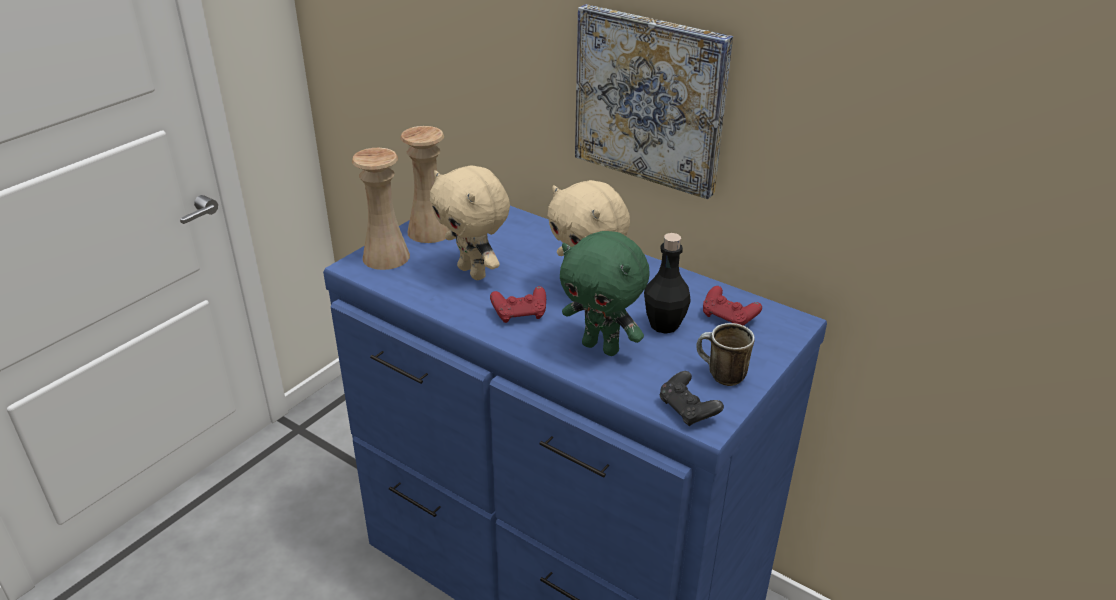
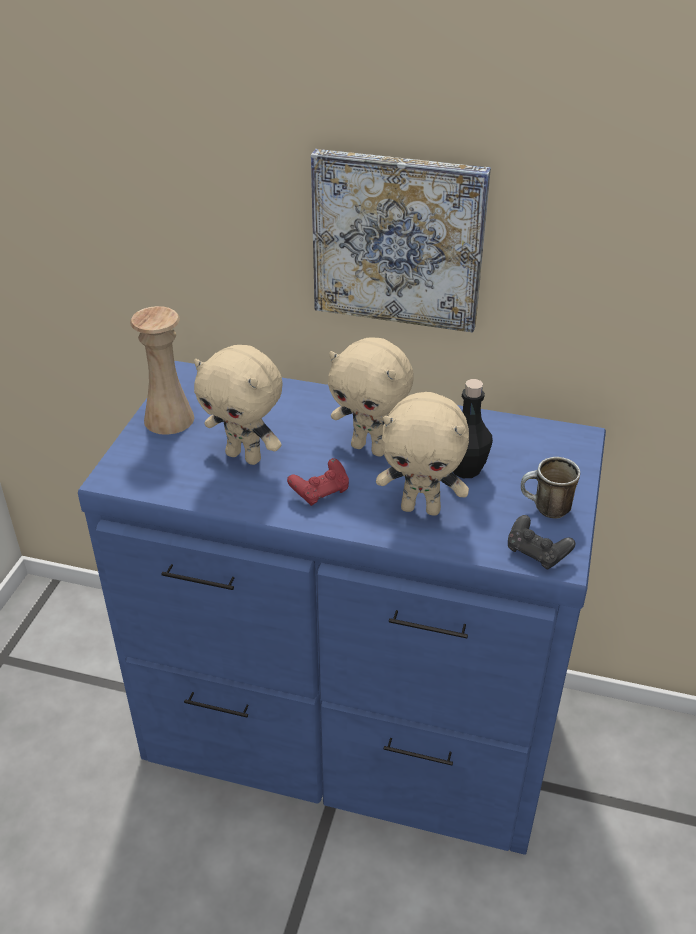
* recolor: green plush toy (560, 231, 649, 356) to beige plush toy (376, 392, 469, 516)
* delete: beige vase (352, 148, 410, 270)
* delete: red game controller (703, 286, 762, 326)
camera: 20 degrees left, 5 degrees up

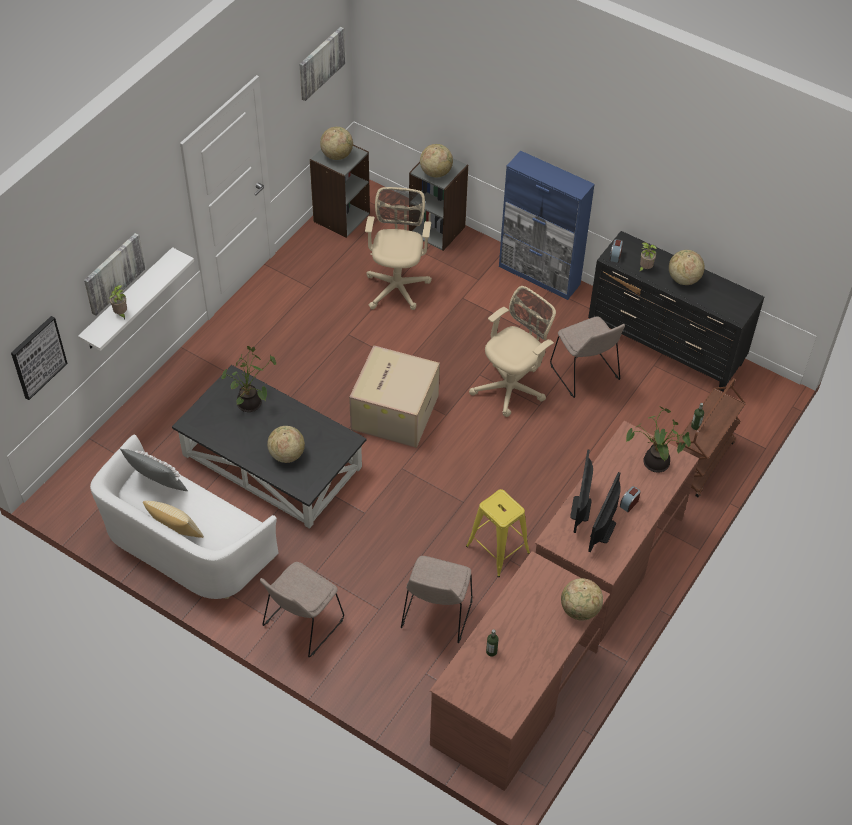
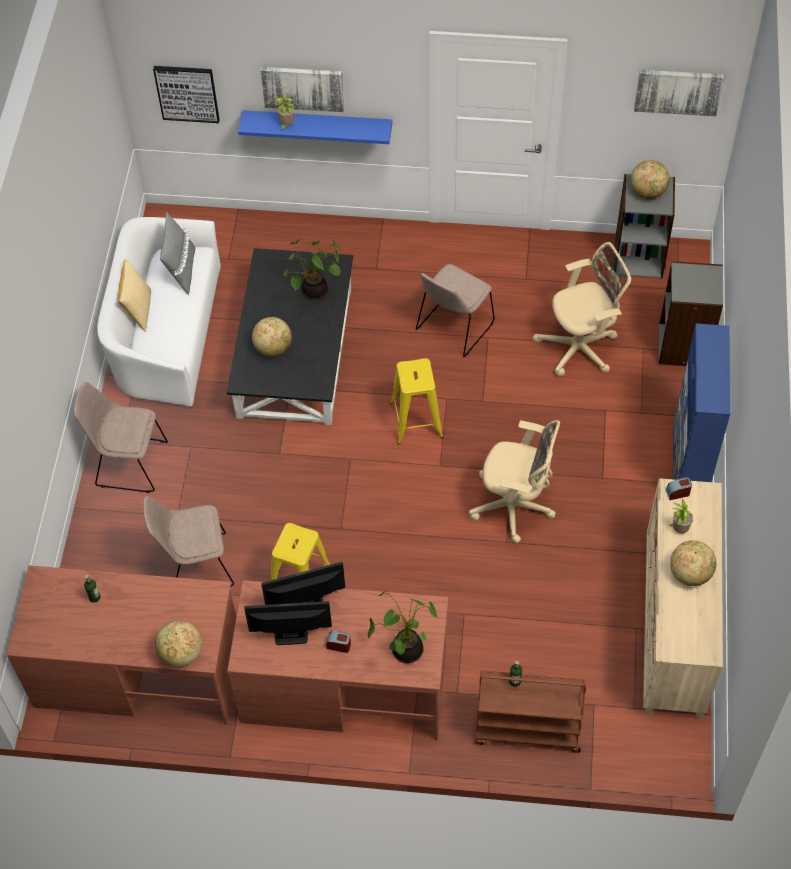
* recolor: white shelf (78, 247, 194, 351) to blue shelf (238, 110, 392, 144)
* replace: cardboard box (349, 345, 440, 448) to yellow stool (390, 358, 443, 444)
* move: beige chair (550, 316, 625, 398) to (416, 264, 495, 357)
* recolor: black dresser (588, 231, 764, 391) to beige dresser (643, 478, 723, 718)
* delete: globe (420, 144, 453, 178)
camera: 65 degrees right, 5 degrees up

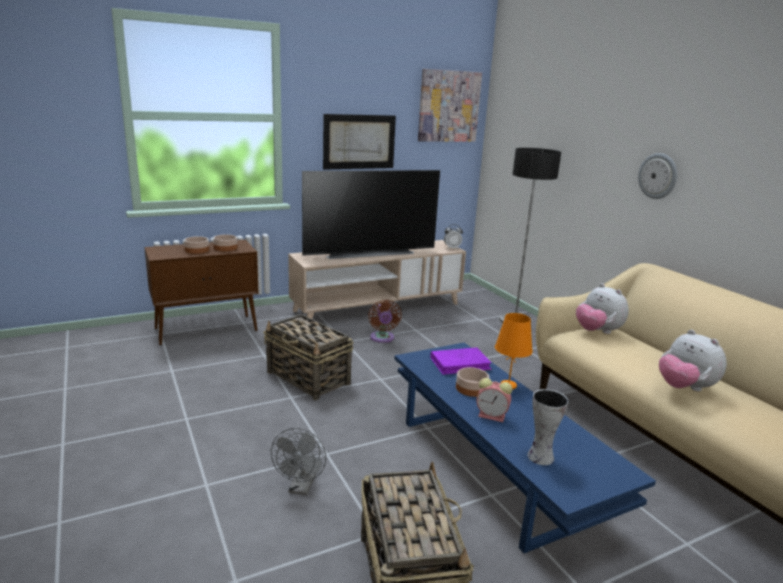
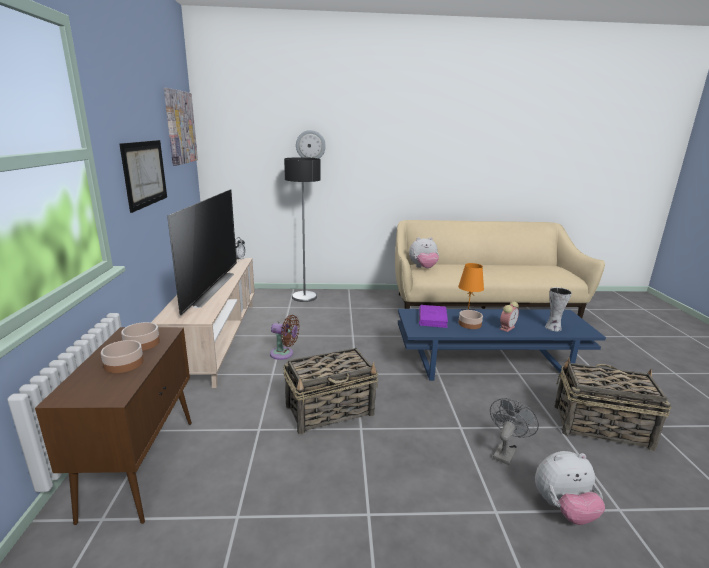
* move: wall clock (638, 153, 677, 199) to (296, 130, 326, 159)
* rotate: grey fan (271, 428, 326, 495) = (490, 398, 539, 465) 90 degrees counterclockwise
* move: plush toy (659, 330, 727, 391) to (535, 451, 605, 525)
camera: 65 degrees left, 0 degrees up

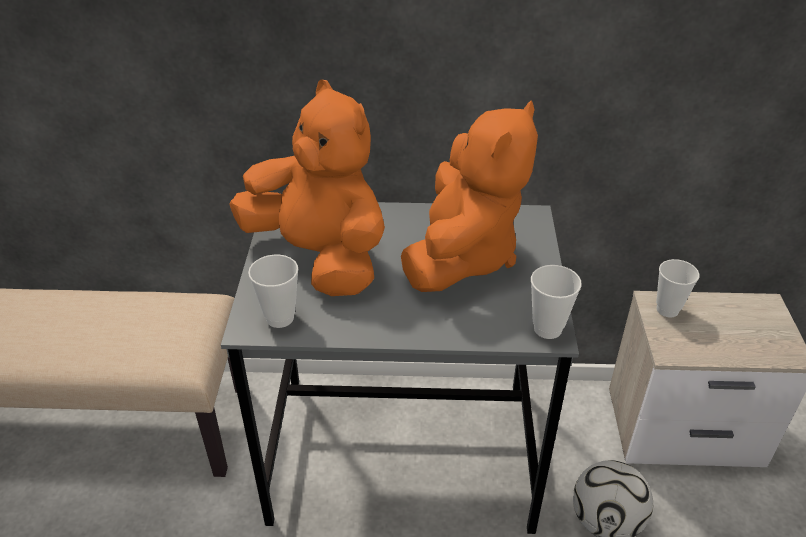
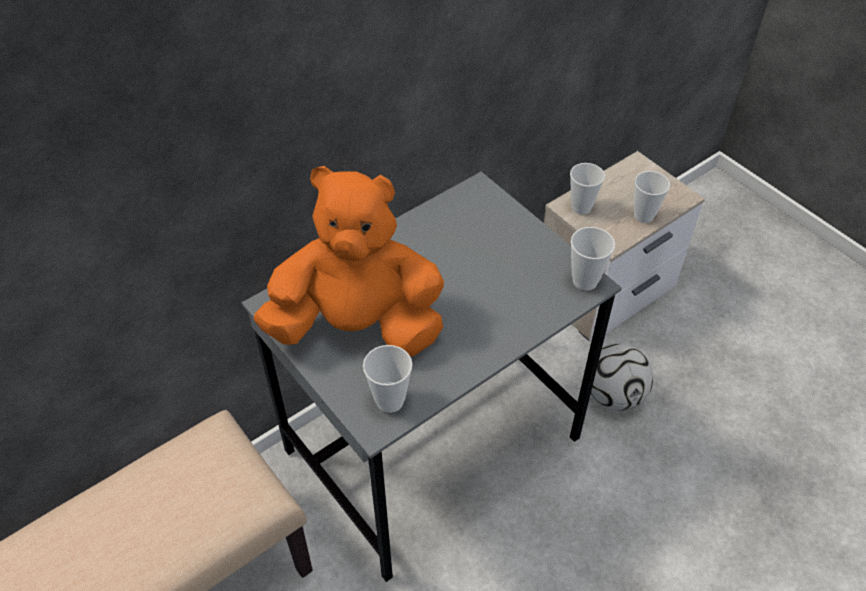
* insert: cup (634, 171, 670, 223)
* delete: orange plush toy (401, 101, 538, 292)
camera: 40 degrees left, 10 degrees up

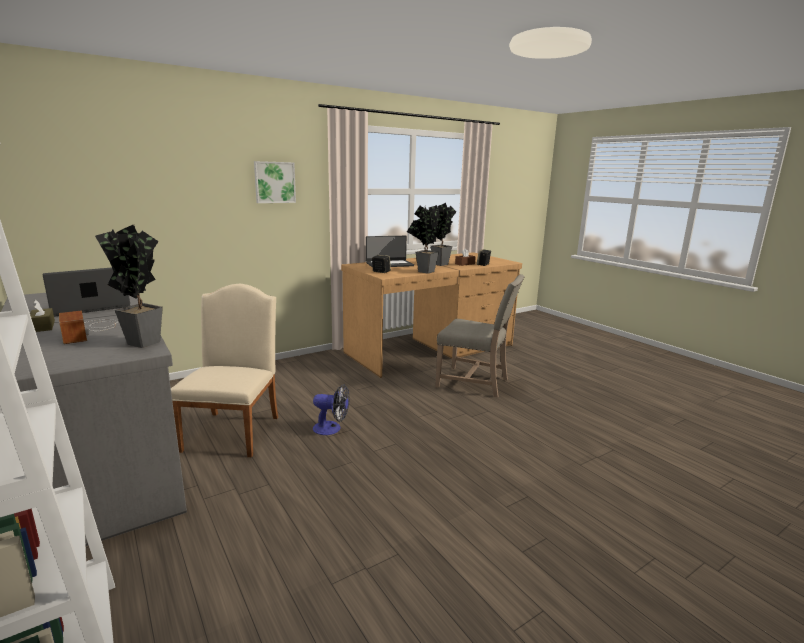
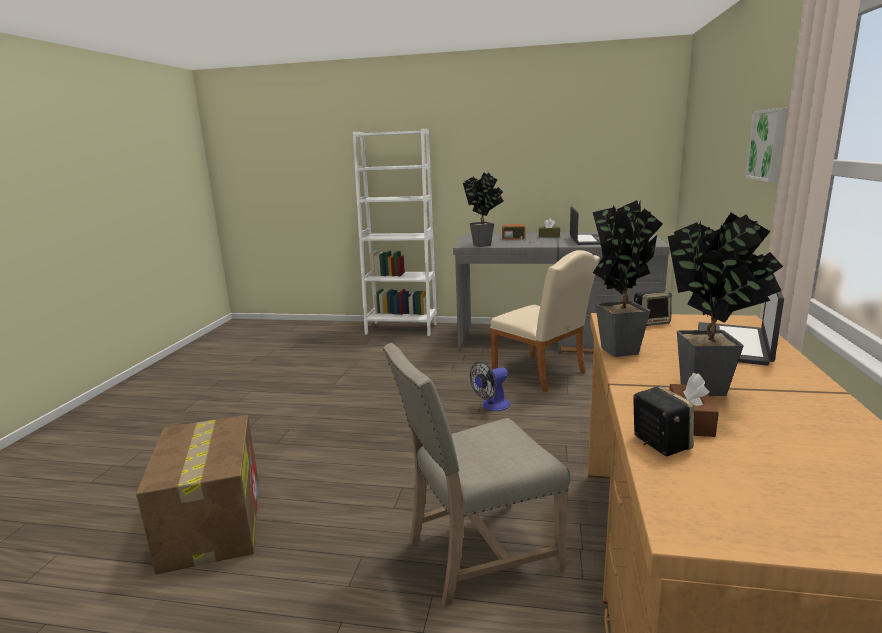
* insert: cardboard box (136, 415, 259, 574)
camera: 135 degrees right, 0 degrees up

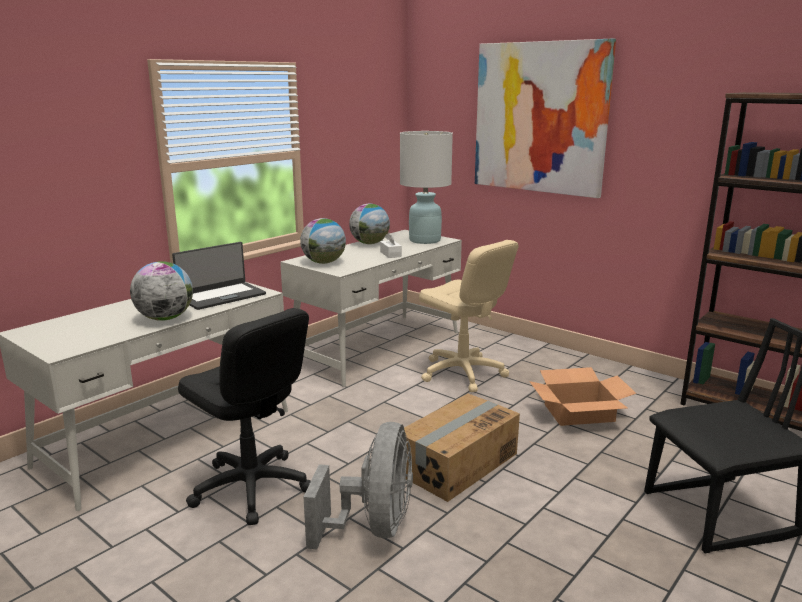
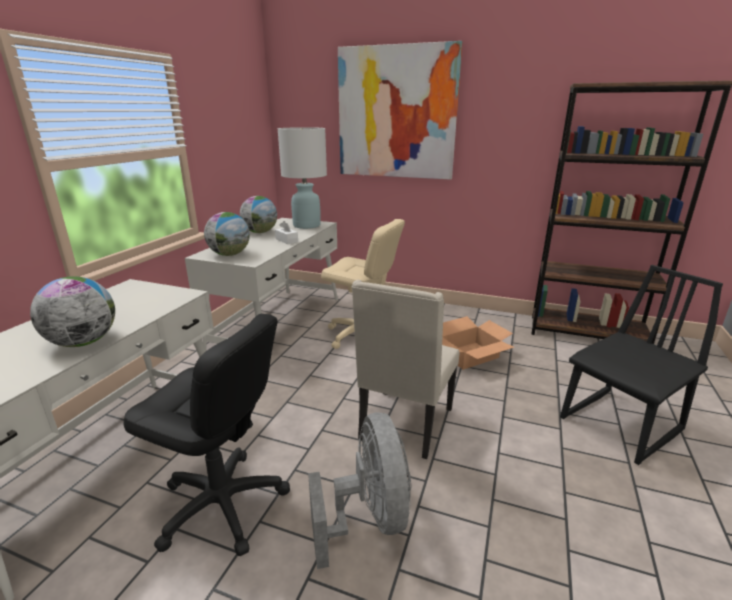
* replace: cardboard box (404, 394, 520, 502) to beige chair (352, 280, 459, 459)
* delete: laptop (172, 242, 266, 310)
camera: 20 degrees left, 5 degrees up

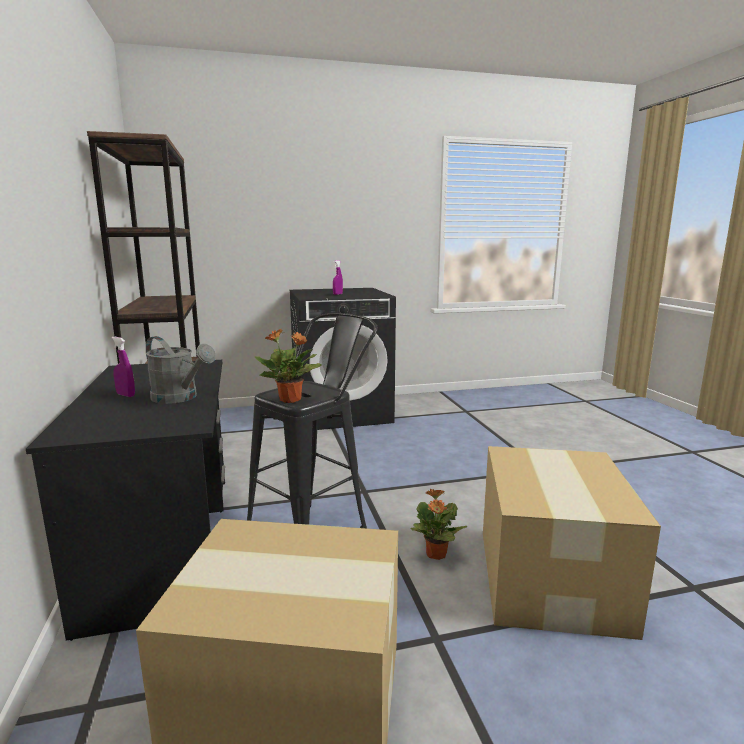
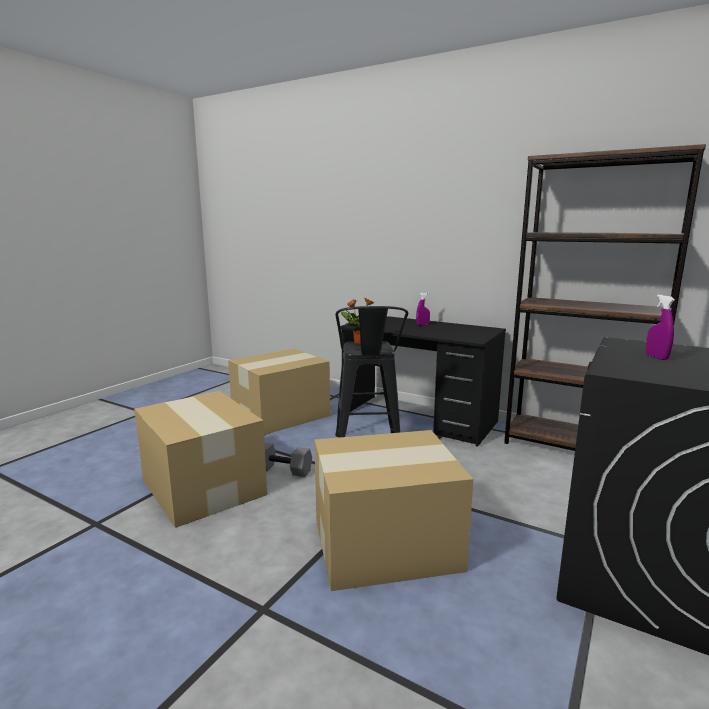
* replace: potted plant (410, 488, 467, 560) to grey dumbbell (265, 443, 312, 477)
* insert: cardboard box (315, 430, 473, 591)
* delete: grey watering can (146, 336, 216, 404)
camera: 135 degrees right, 0 degrees up

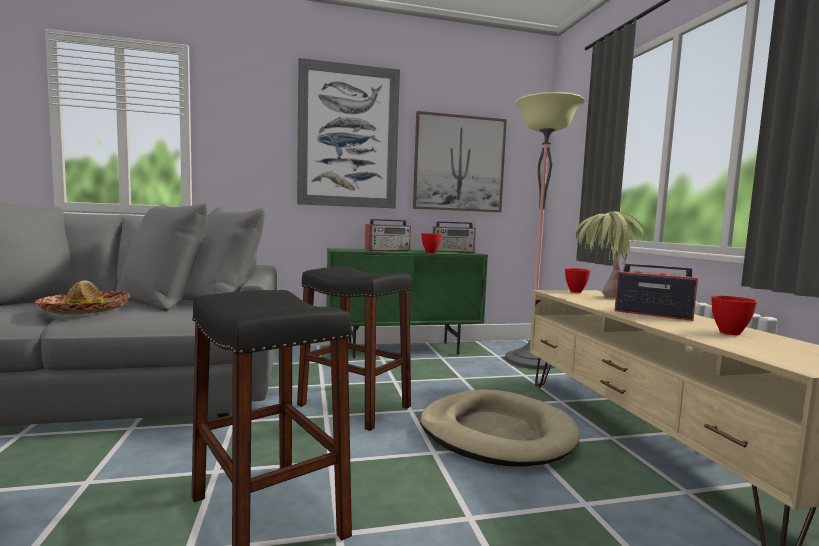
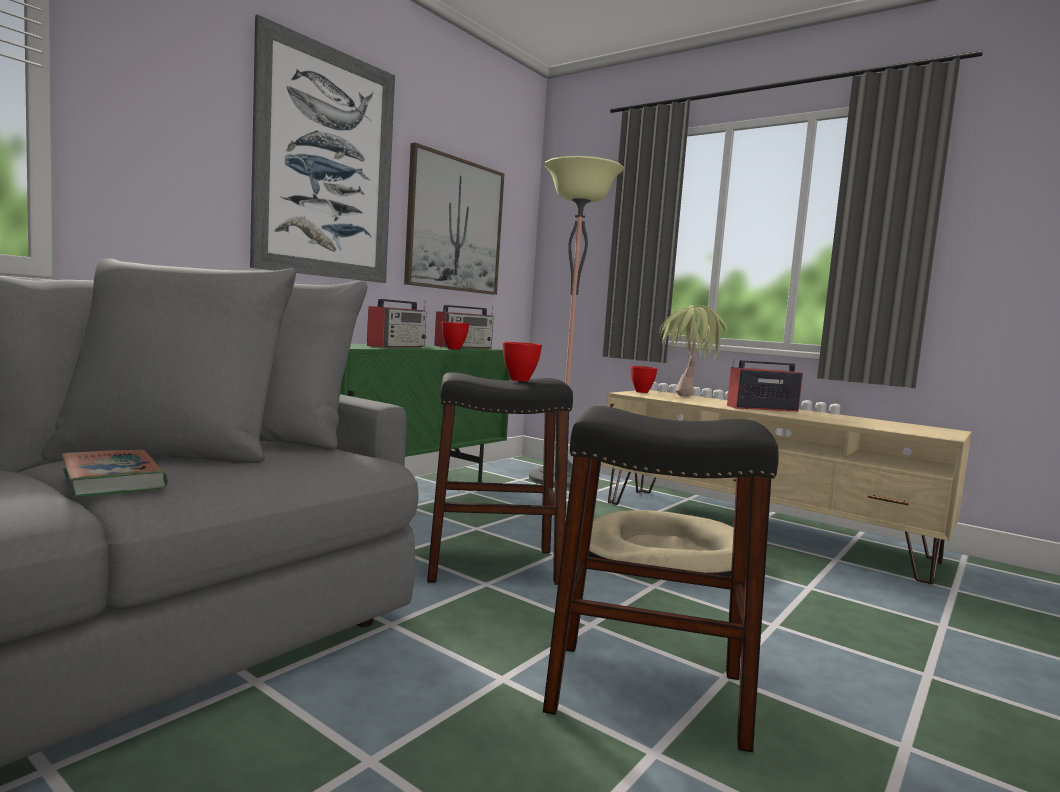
* replace: hat (35, 280, 131, 314) to book (61, 450, 168, 497)
* move: red bowl (711, 296, 757, 335) to (503, 342, 542, 381)
camera: 40 degrees left, 0 degrees up

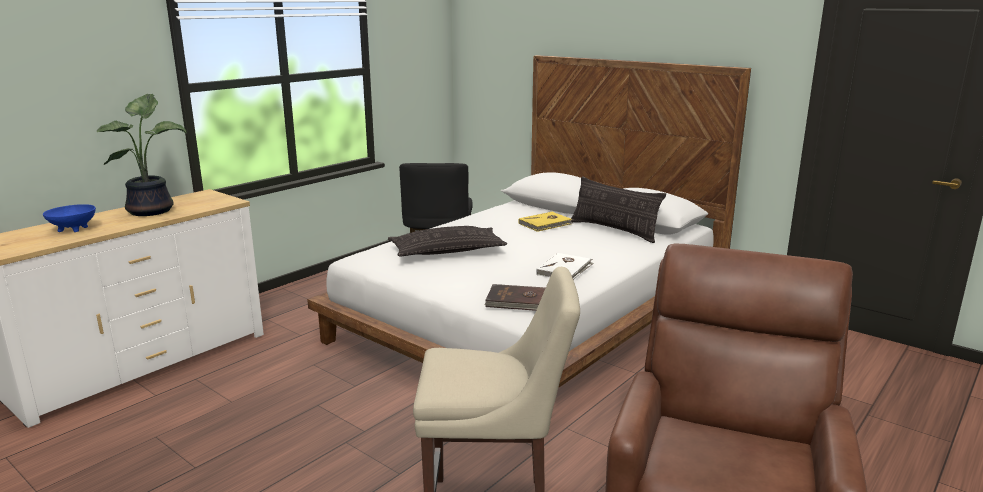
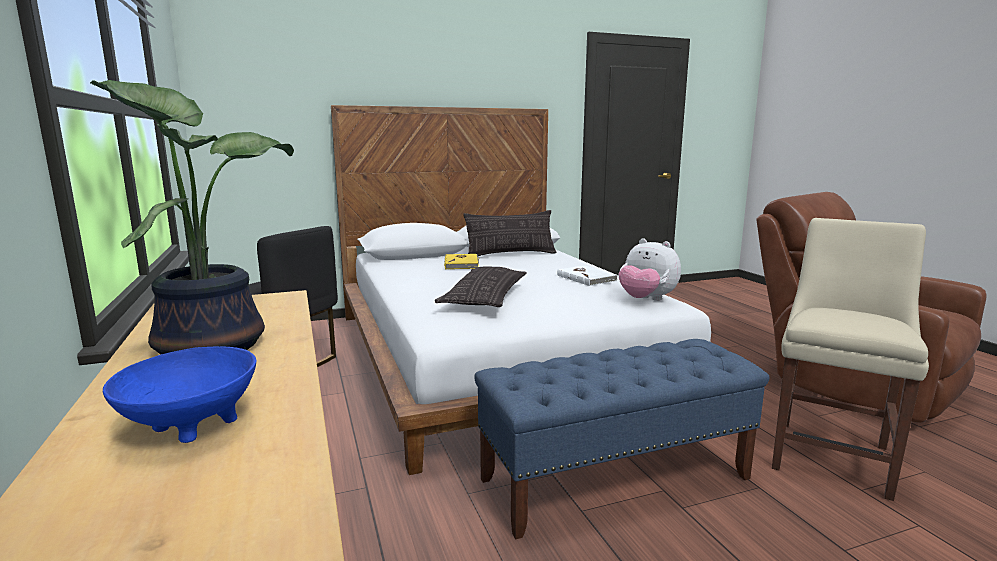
* insert: blue bench (474, 339, 769, 540)
* replace: brown book (485, 284, 545, 311) to plush toy (619, 238, 681, 301)
camera: 60 degrees left, 5 degrees down

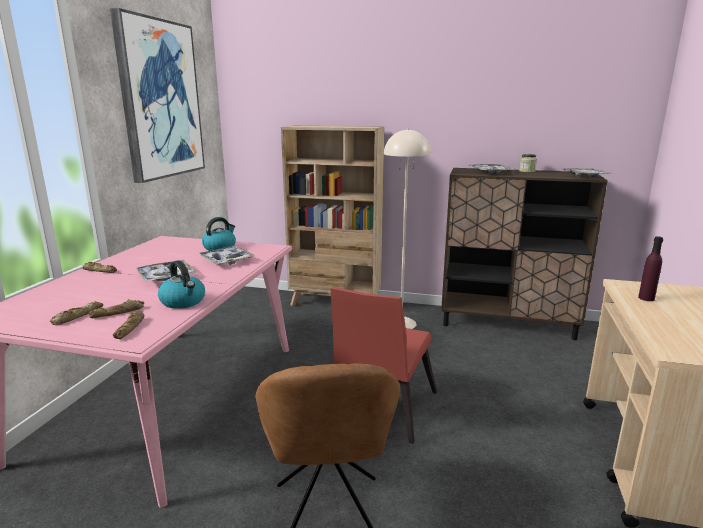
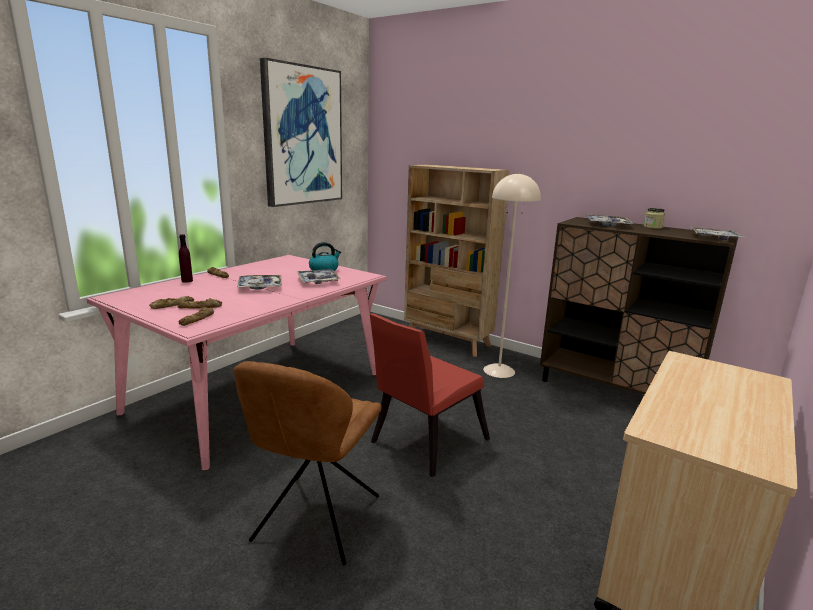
* move: purple bottle (638, 236, 663, 301) to (179, 234, 193, 283)
* delete: kettle (158, 260, 205, 309)
camera: 20 degrees right, 0 degrees up

